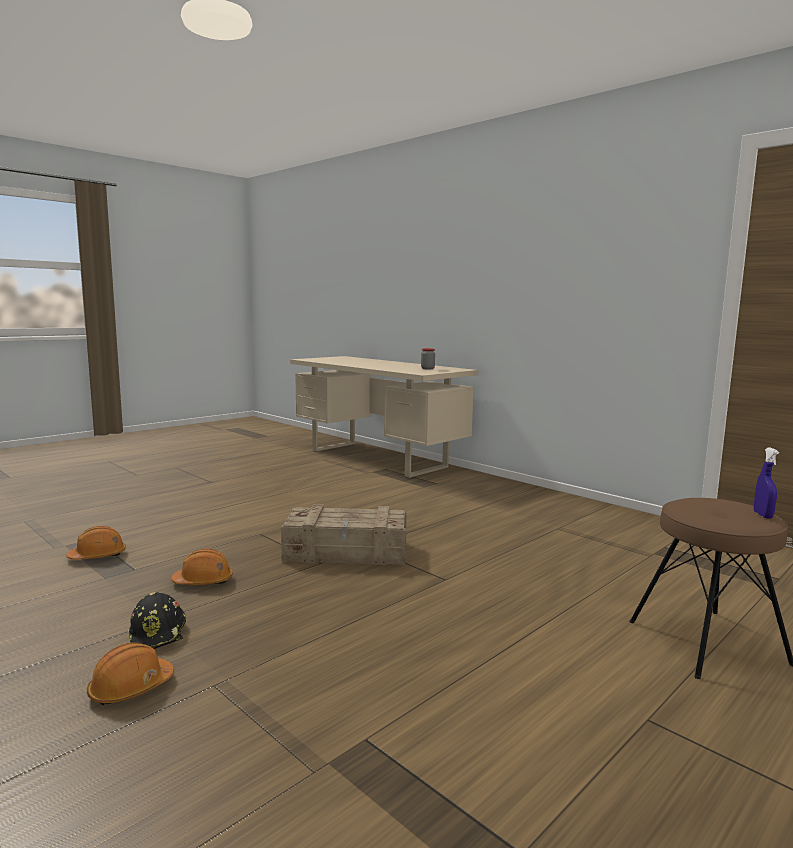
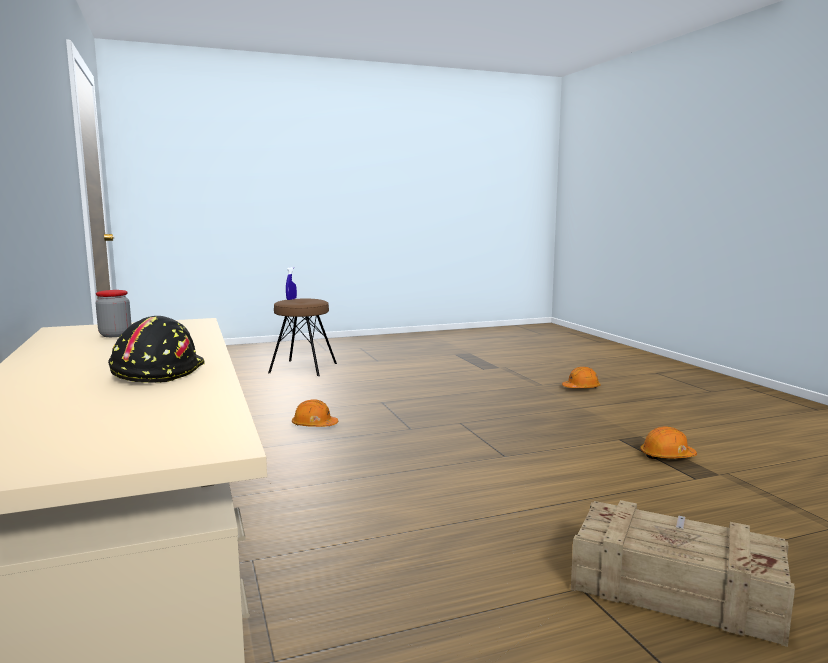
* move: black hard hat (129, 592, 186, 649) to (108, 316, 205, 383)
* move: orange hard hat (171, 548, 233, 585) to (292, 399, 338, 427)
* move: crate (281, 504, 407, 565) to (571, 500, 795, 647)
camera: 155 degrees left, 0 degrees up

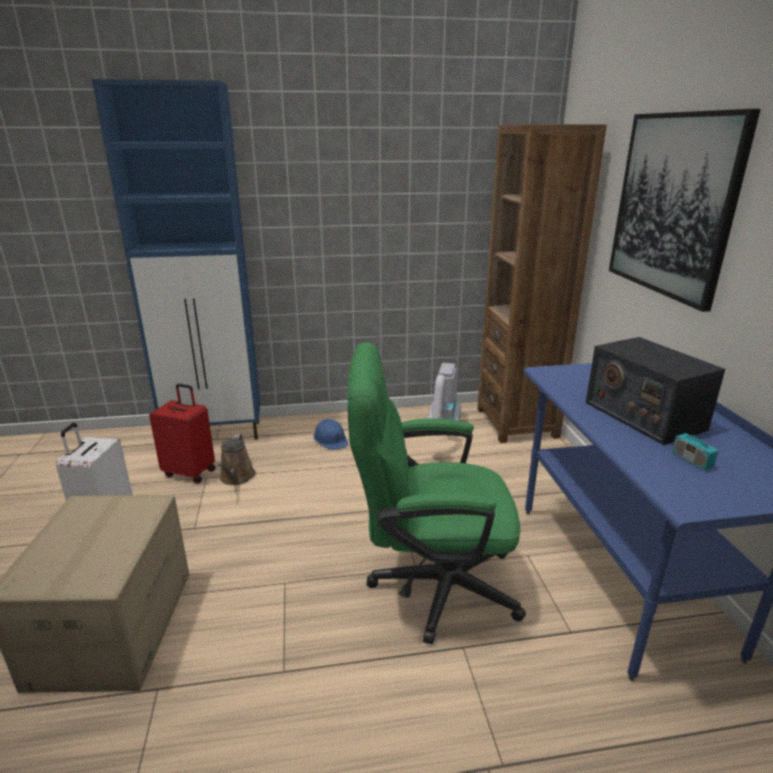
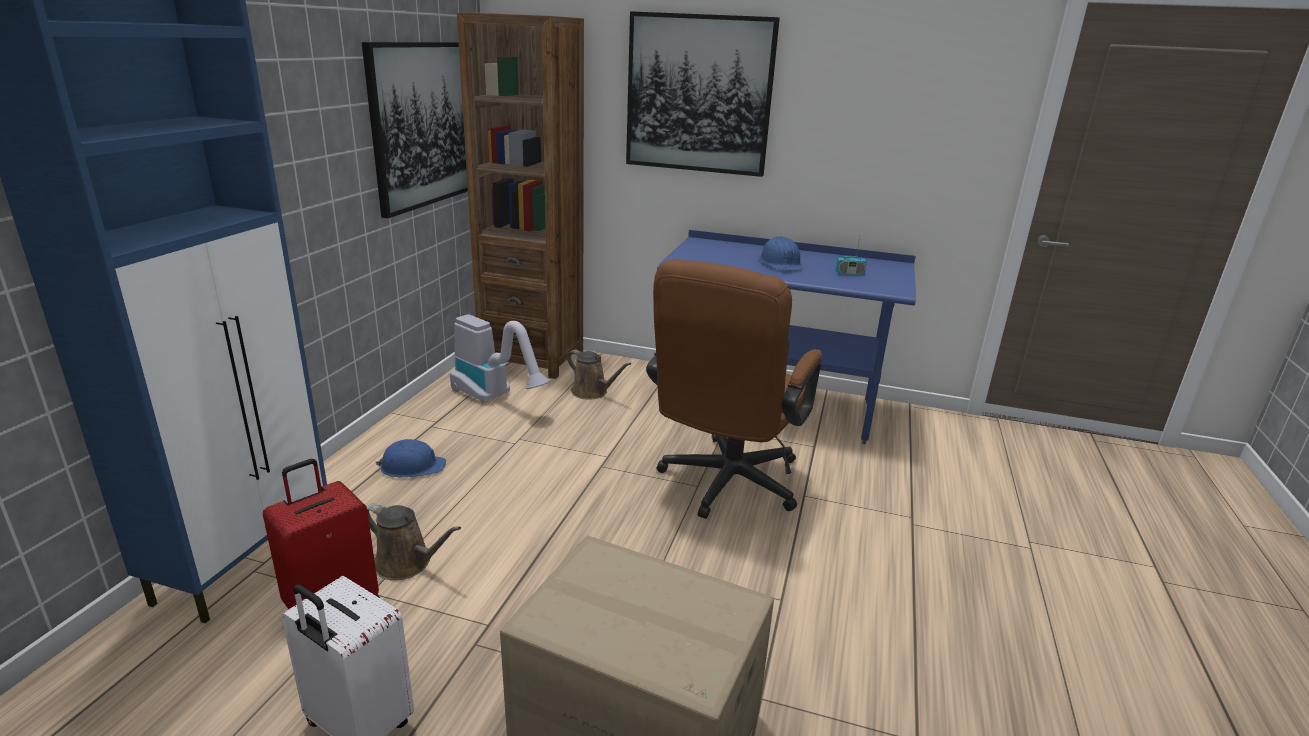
* insert: picture (362, 42, 468, 218)
* insert: brown watering can (566, 350, 631, 400)
* recolor: green office chair (347, 342, 526, 645) to brown office chair (646, 259, 822, 519)
* replace: radio (586, 337, 725, 445) to blue hard hat (759, 236, 803, 271)
camera: 65 degrees left, 0 degrees up

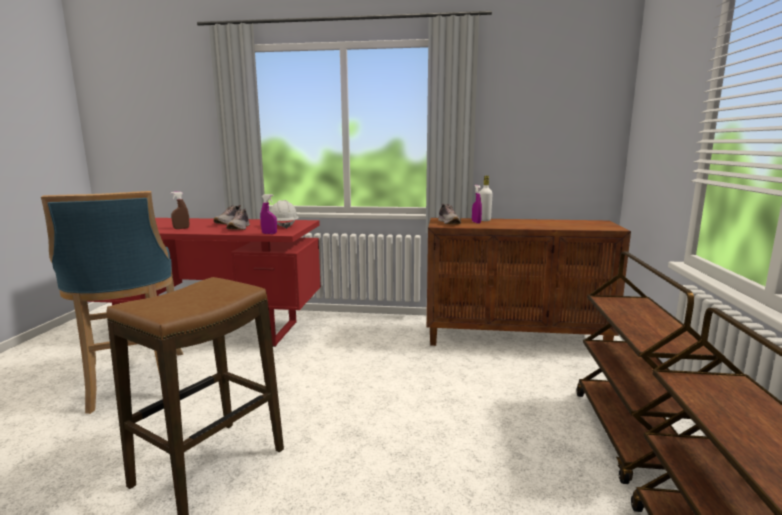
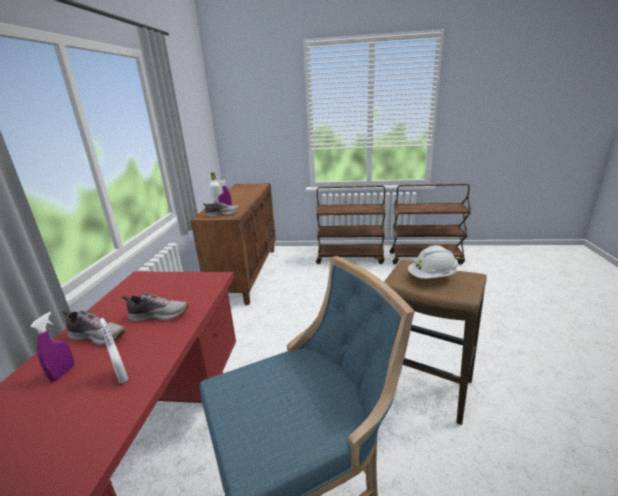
* move: purple spray bottle (260, 194, 277, 234) to (30, 312, 74, 382)
* recolor: brown spray bottle (171, 191, 189, 229) to white spray bottle (100, 318, 128, 383)
* move: white hard hat (270, 200, 299, 229) to (408, 245, 457, 279)
camera: 90 degrees left, 10 degrees up

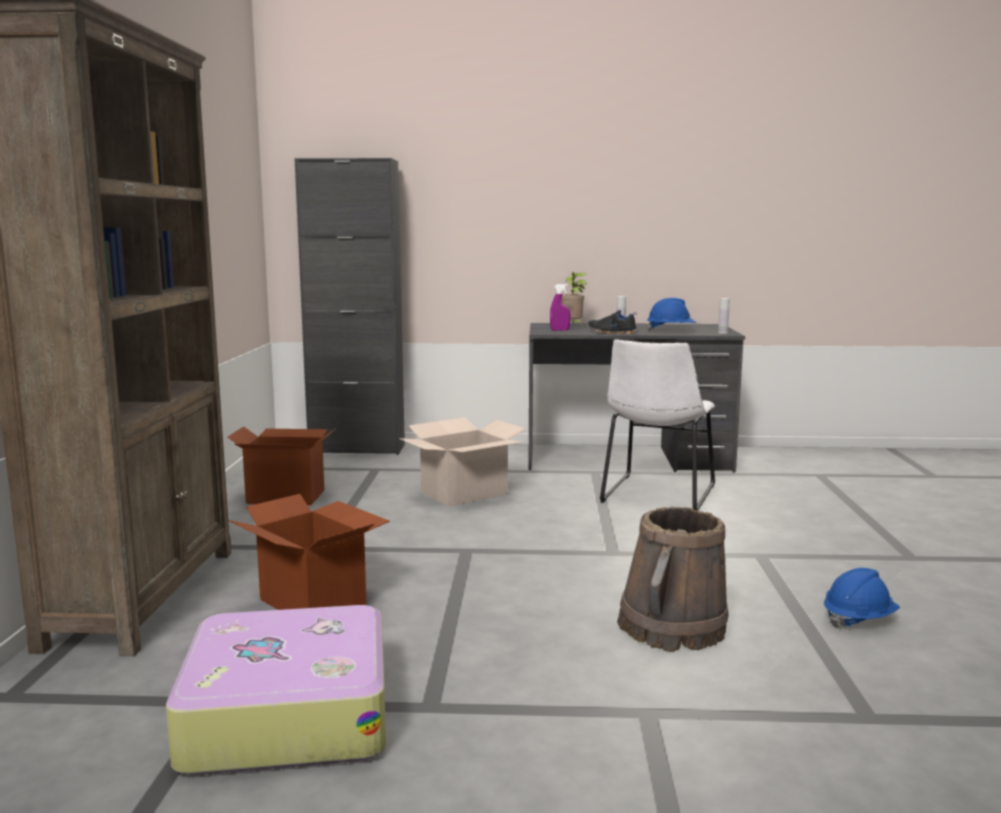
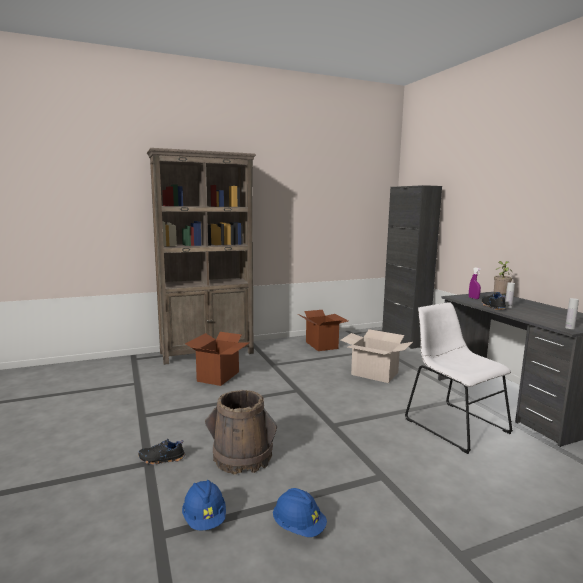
* insert: black shoe (138, 439, 185, 465)
* move: blue hard hat (646, 298, 696, 331) to (182, 480, 226, 530)
* rotate: white chair (600, 339, 715, 511) = (405, 302, 513, 454) 60 degrees clockwise
* delete: suitcase (166, 605, 386, 775)
camera: 65 degrees right, 0 degrees up

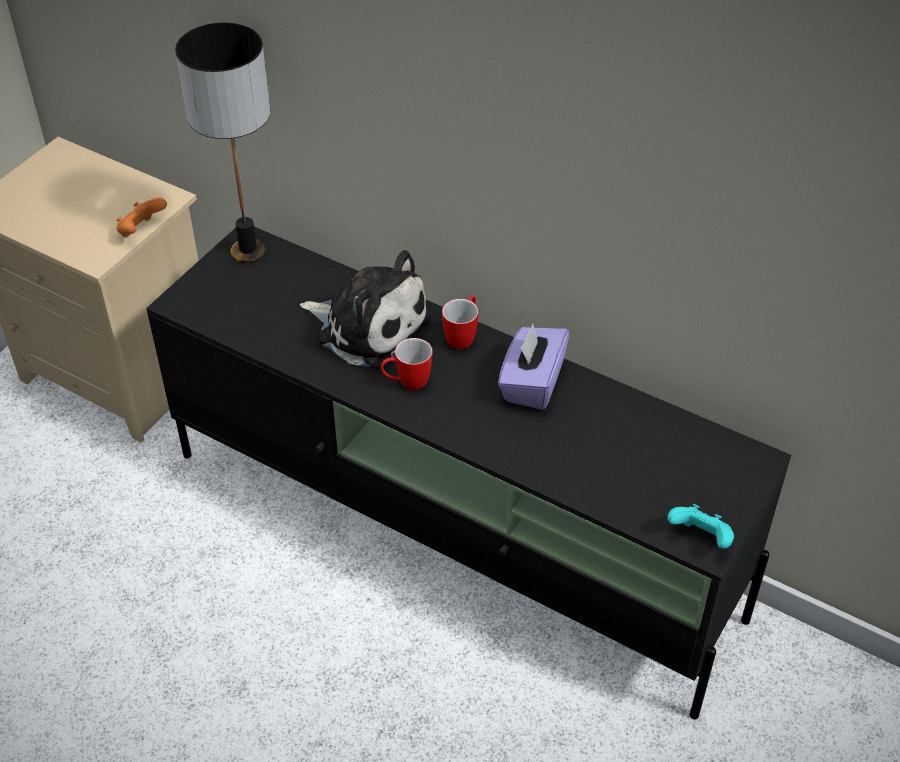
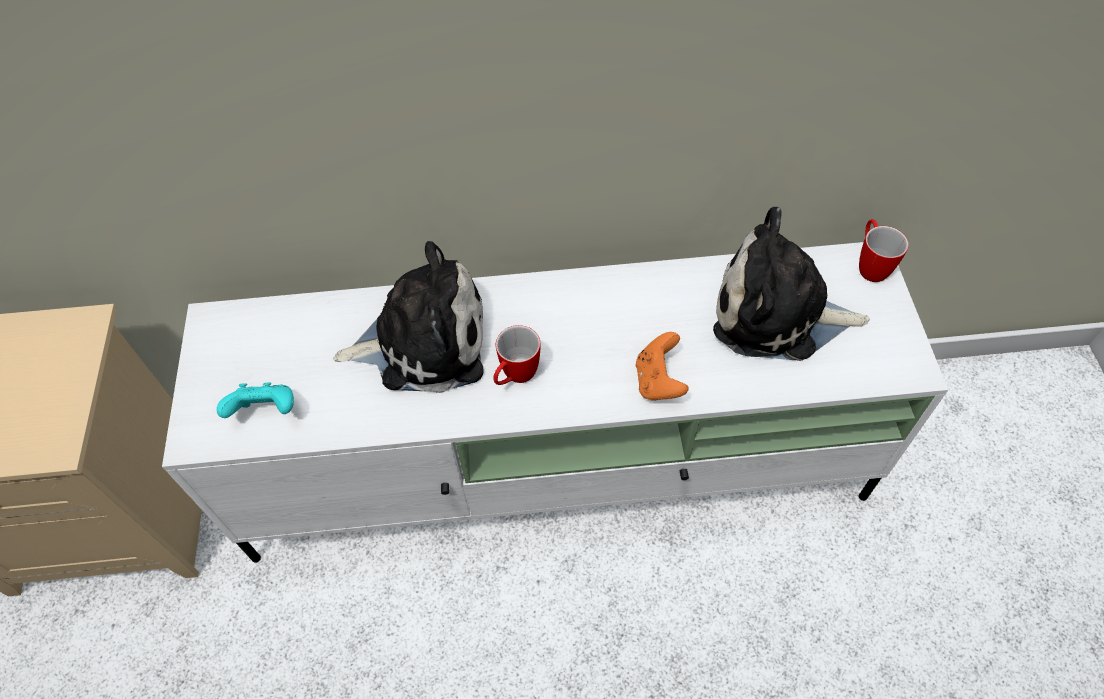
* recolor: black tv stand (146, 227, 791, 719) to white tv stand (162, 242, 948, 563)
* move: turquoise game controller (667, 504, 734, 549) to (217, 383, 294, 418)
* move: orange game controller (116, 197, 167, 237) to (636, 332, 689, 401)
* insert: plush toy (713, 207, 870, 361)
* move: mug (442, 296, 479, 349) to (859, 219, 909, 282)
* delete: table lamp (175, 22, 271, 263)
* delete: purple tissue box (498, 324, 570, 410)
camera: 35 degrees left, 10 degrees up

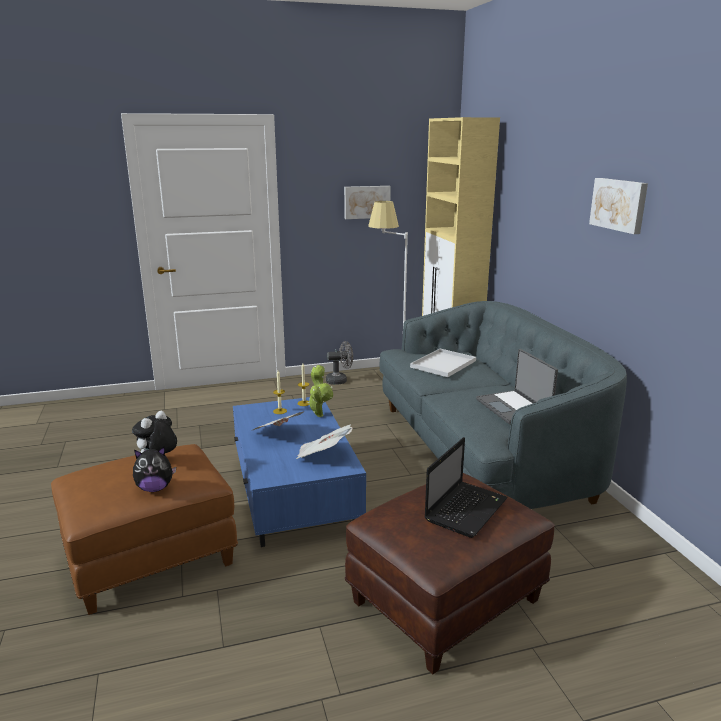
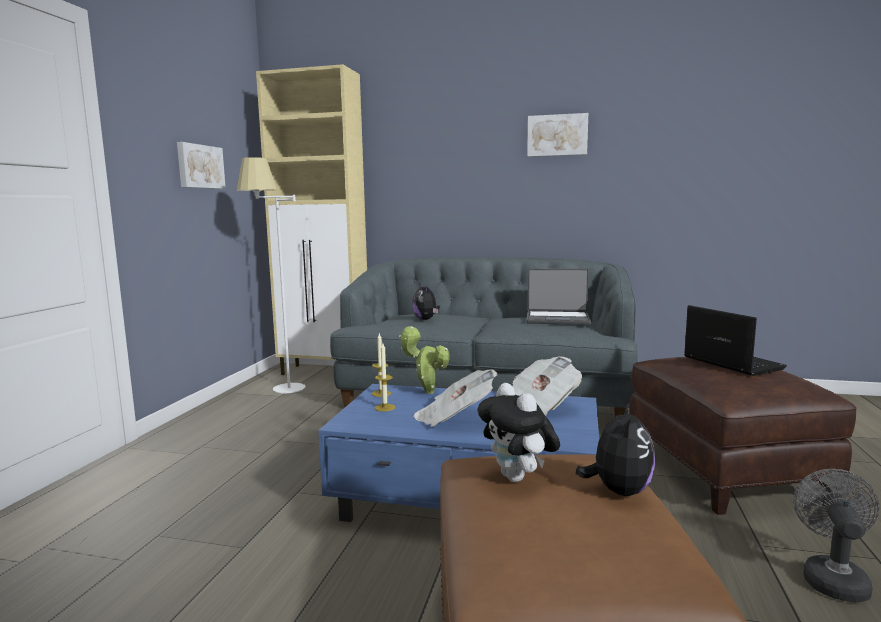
* replace: white tray (410, 349, 476, 377) to plush toy (412, 283, 440, 320)
* move: grey fan (326, 341, 353, 385) to (793, 469, 880, 602)
camera: 60 degrees left, 10 degrees down

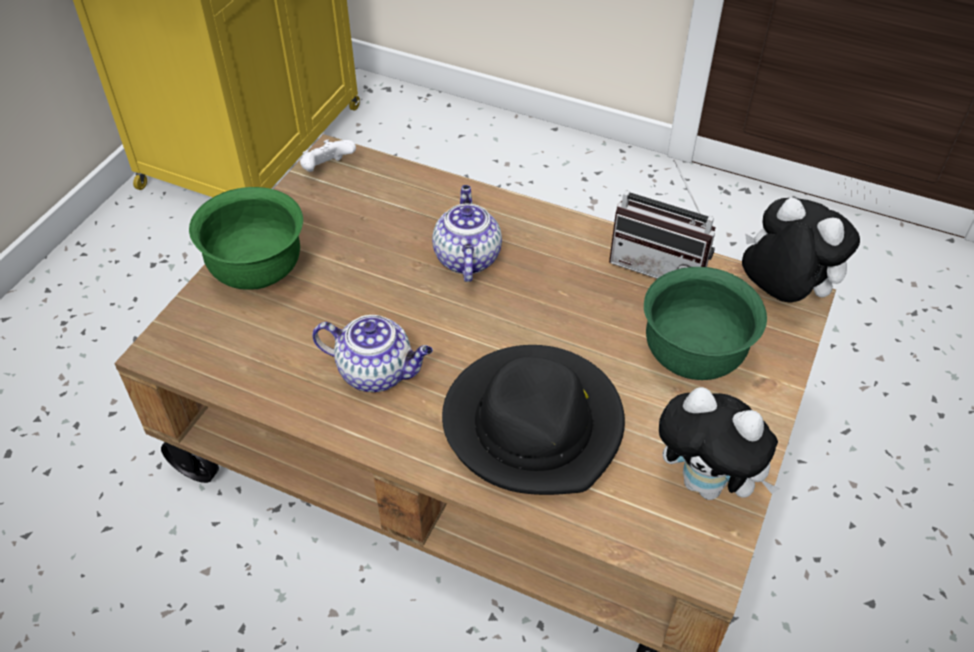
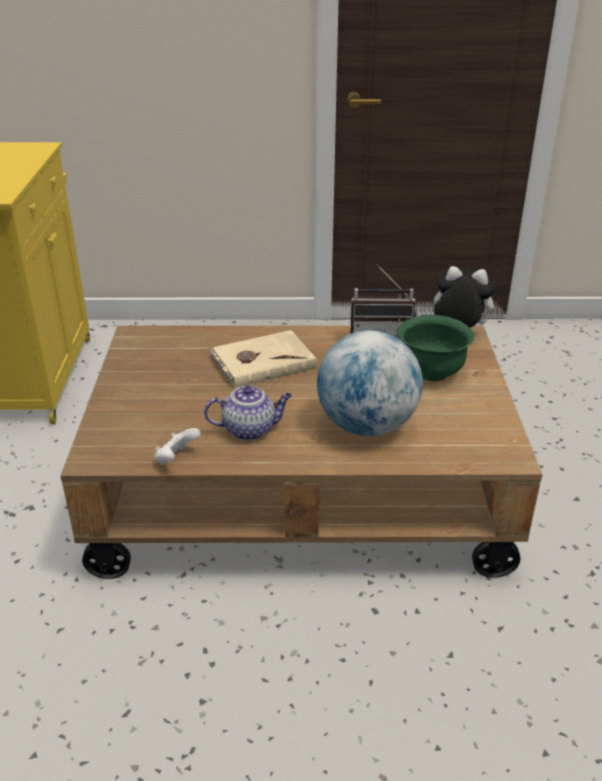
* move: white game controller (300, 139, 356, 172) to (155, 428, 201, 465)
* replace: teapot (432, 185, 502, 282) to beige book (210, 330, 317, 388)
* replace: black hat (442, 345, 625, 495) to globe (317, 330, 423, 436)
* delete: green bowl (189, 187, 303, 290)
* delete: plush toy (659, 387, 780, 500)
camera: 25 degrees left, 15 degrees down

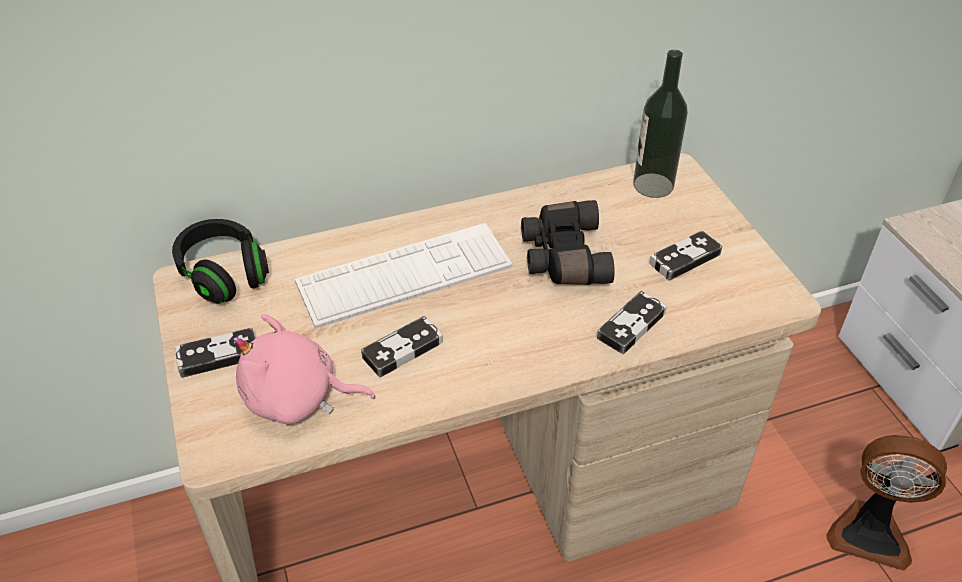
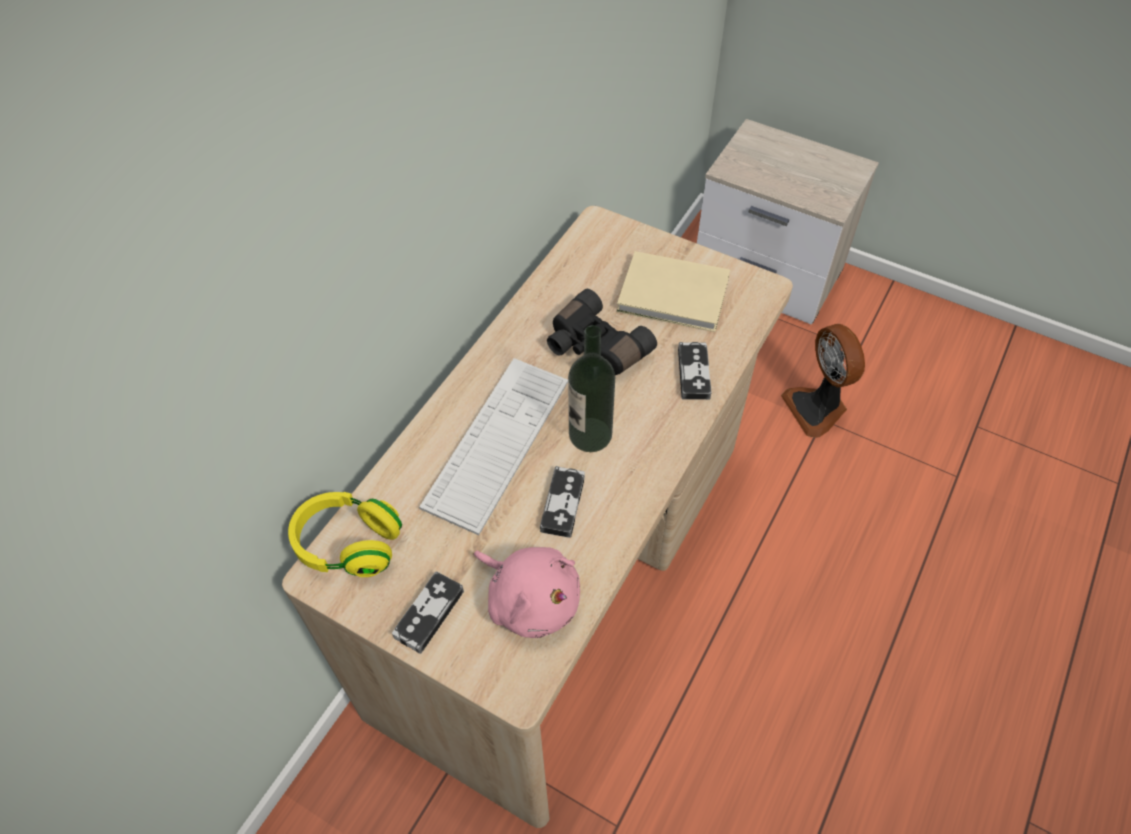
* recolor: black headphones (172, 219, 269, 304) to yellow headphones (288, 492, 402, 577)
* rotate: pink plush toy (233, 314, 375, 424) = (474, 547, 580, 638) 105 degrees counterclockwise
* move: bottle (633, 50, 688, 198) to (568, 325, 615, 452)
* replace: game controller (650, 231, 722, 281) to beige book (617, 251, 730, 332)
* rotate: fan (827, 435, 947, 571) = (781, 324, 865, 438) 90 degrees clockwise
camera: 40 degrees left, 10 degrees up

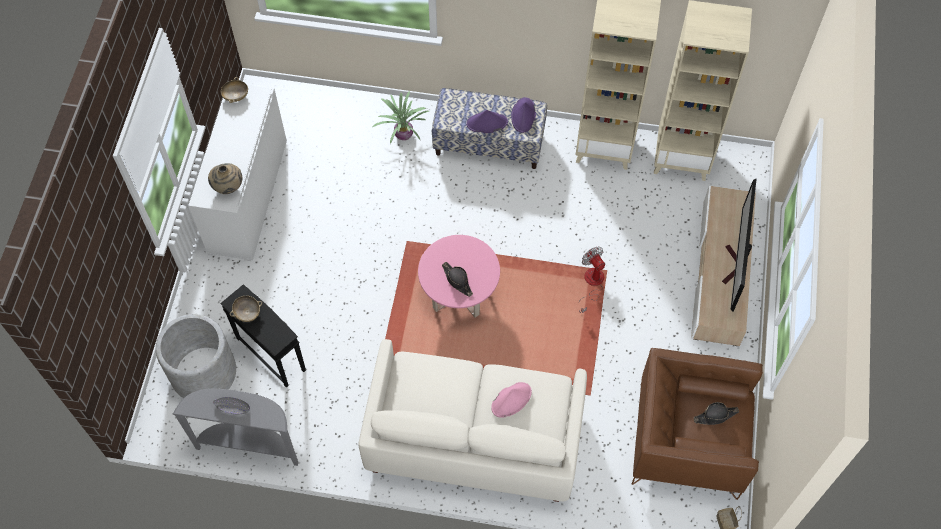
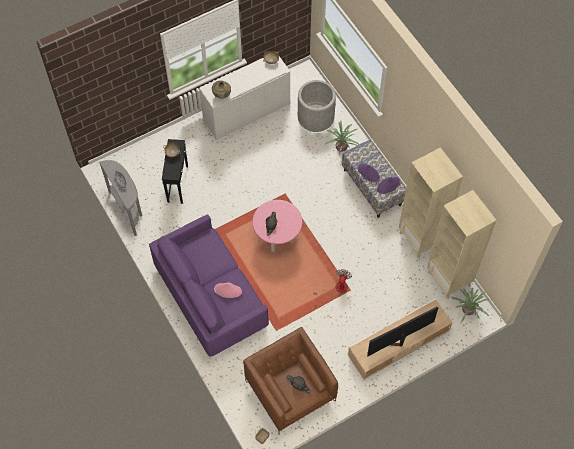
* recolor: white sofa (359, 339, 587, 502) to purple sofa (149, 215, 269, 357)
* move: grey planter (156, 314, 236, 398) to (298, 80, 336, 132)
* insert: potted plant (452, 288, 489, 323)
camera: 50 degrees right, 0 degrees up

